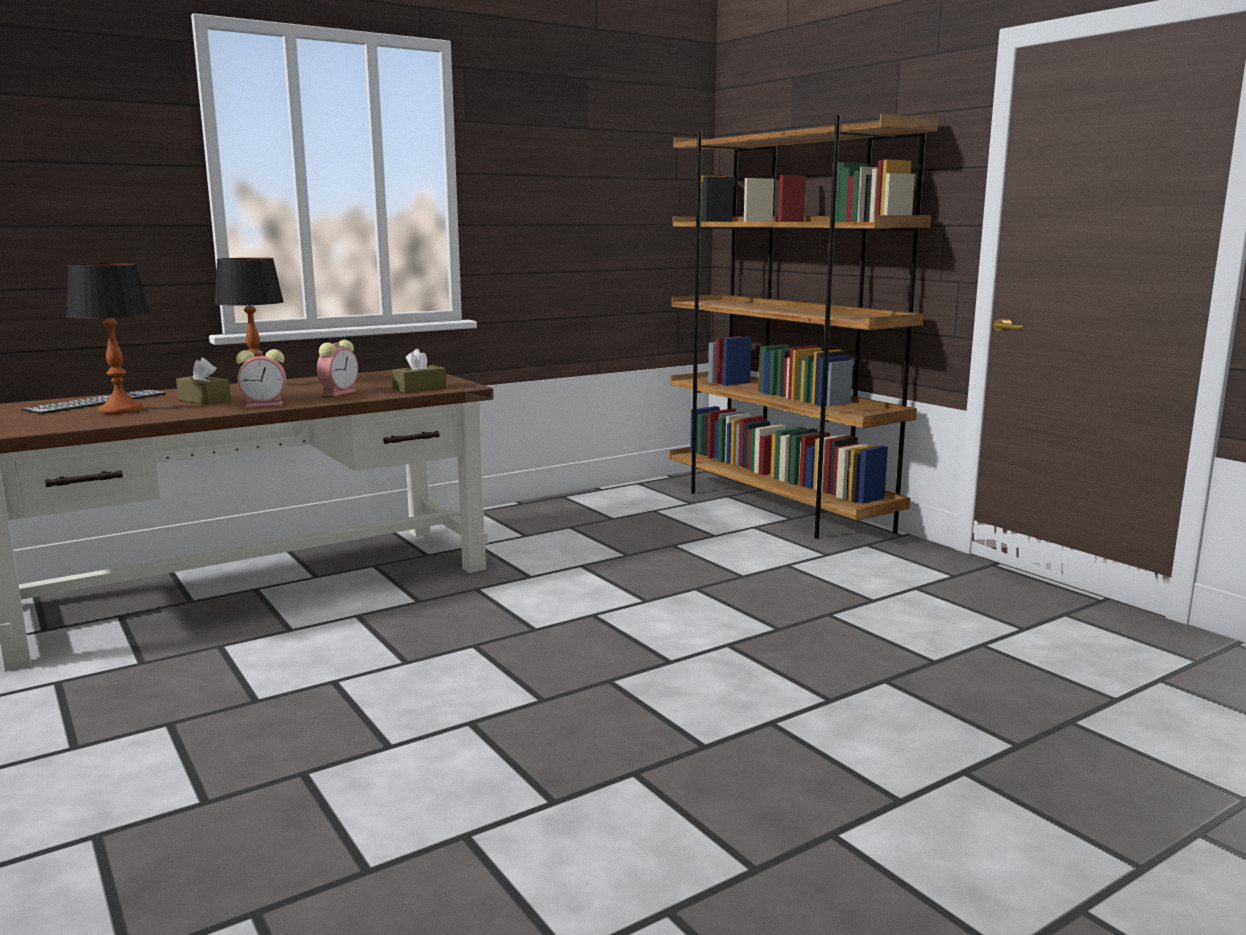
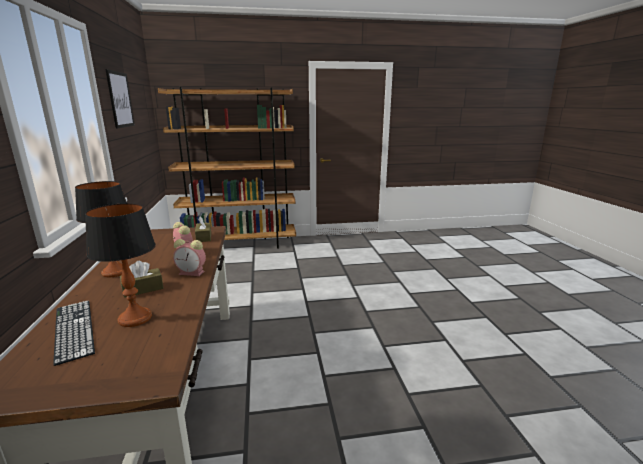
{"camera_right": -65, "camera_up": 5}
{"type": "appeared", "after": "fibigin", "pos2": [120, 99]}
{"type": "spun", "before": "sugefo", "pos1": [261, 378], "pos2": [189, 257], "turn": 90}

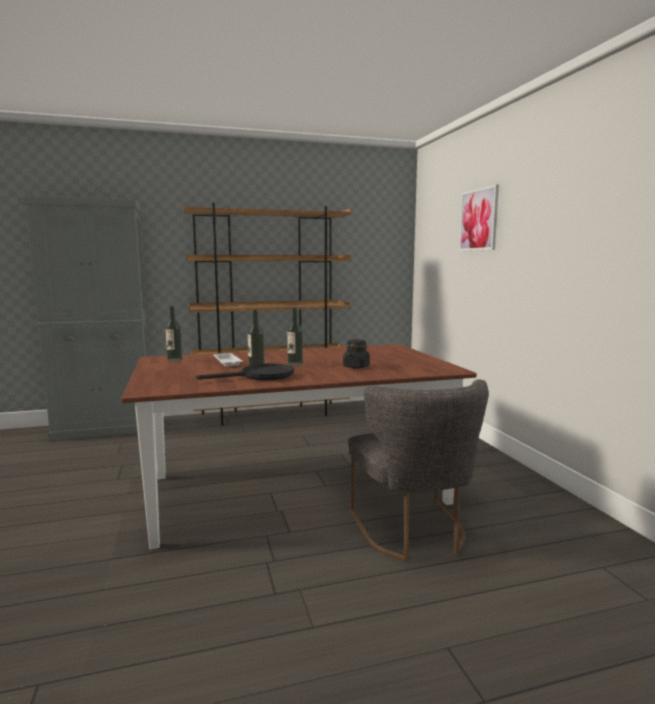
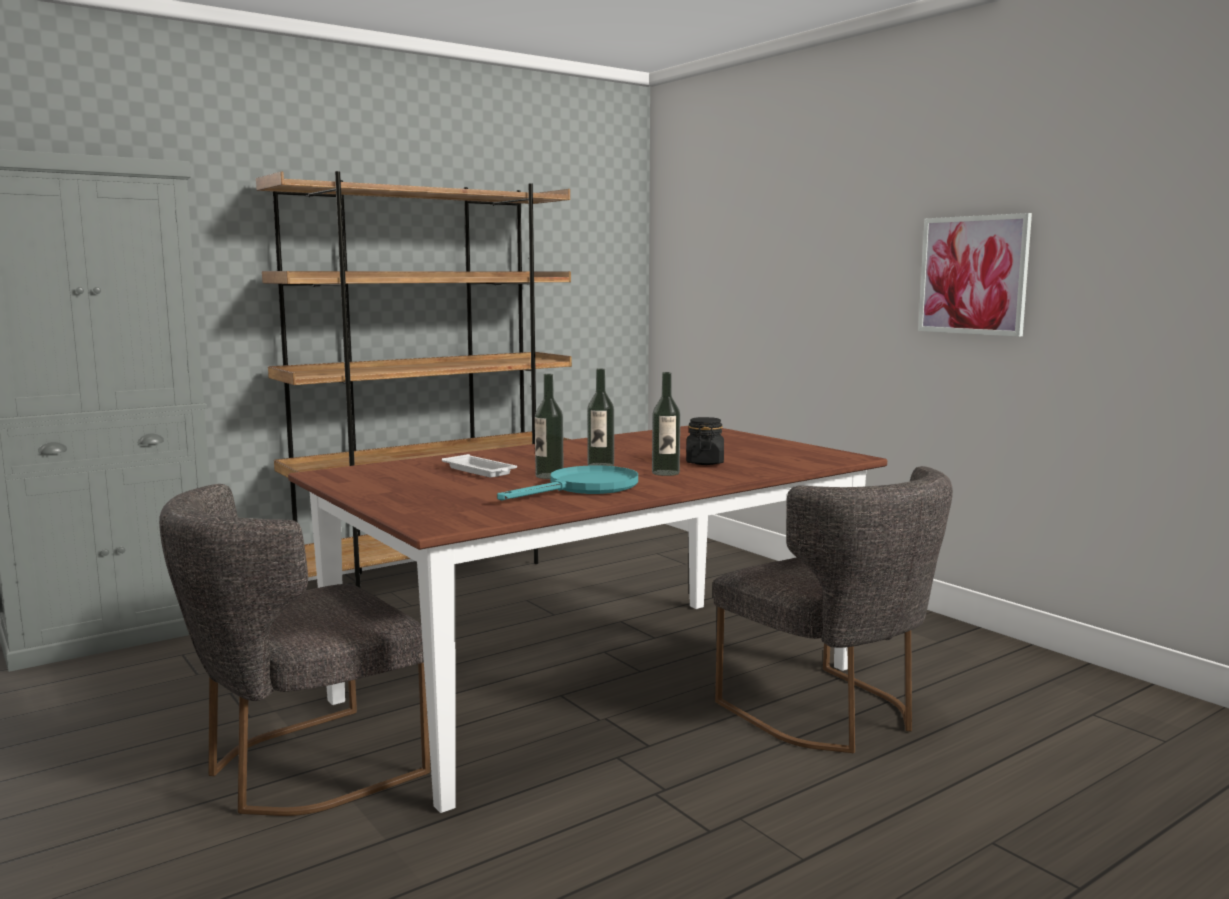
{"camera_right": -20, "camera_up": 0}
{"type": "appeared", "after": "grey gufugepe", "pos2": [294, 650]}
{"type": "colour", "before": "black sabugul", "after": "turquoise sabugul", "pos1": [245, 371], "pos2": [567, 483]}
{"type": "relocated", "before": "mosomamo", "pos1": [174, 334], "pos2": [666, 424]}
{"type": "relocated", "before": "fibigin", "pos1": [479, 217], "pos2": [975, 275]}

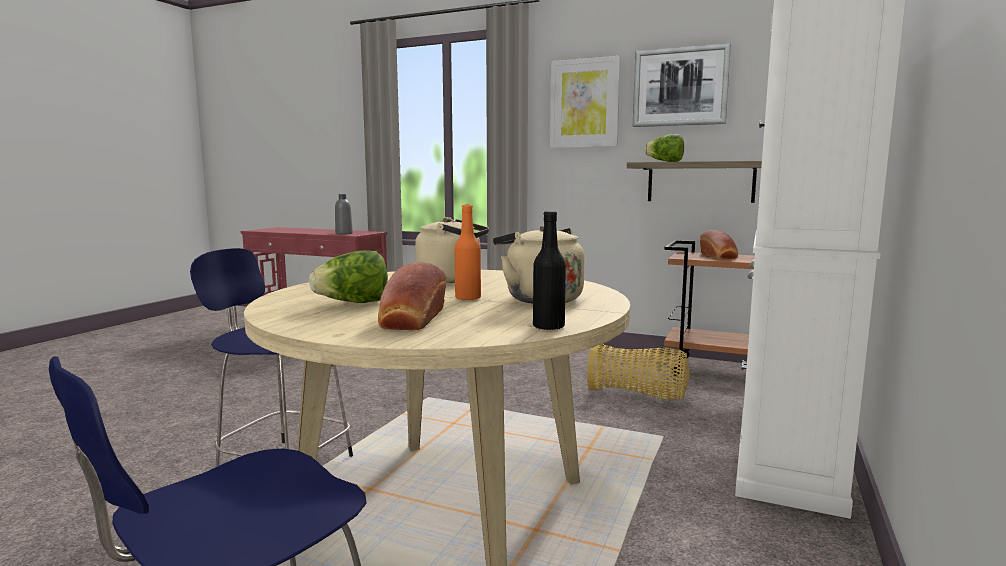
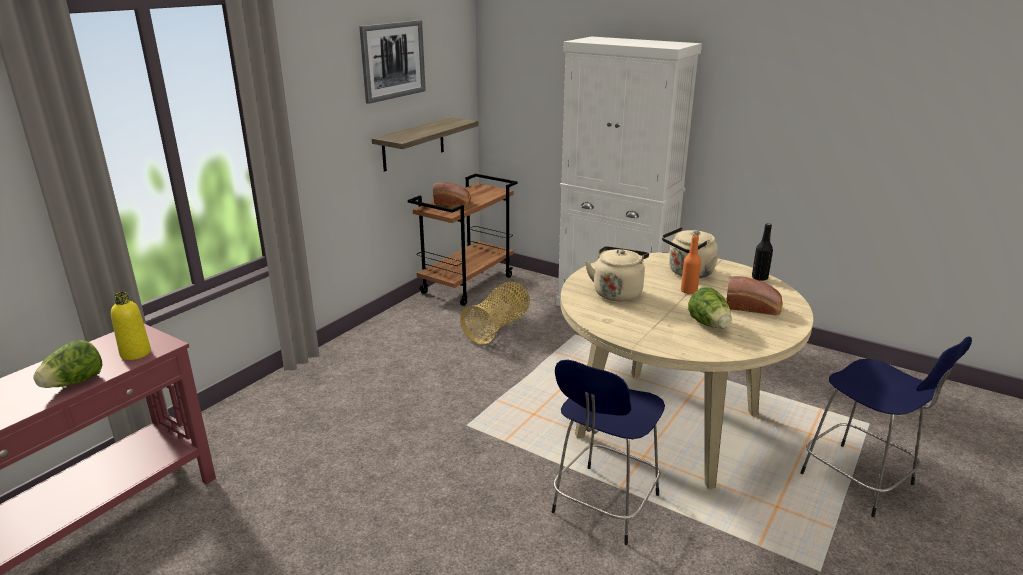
{"camera_right": -80, "camera_up": 15}
{"type": "relocated", "before": "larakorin", "pos1": [664, 148], "pos2": [68, 364]}
{"type": "colour", "before": "grey mosomamo", "after": "yellow mosomamo", "pos1": [344, 214], "pos2": [131, 326]}
{"type": "missing", "before": "fibigin", "pos1": [585, 102]}

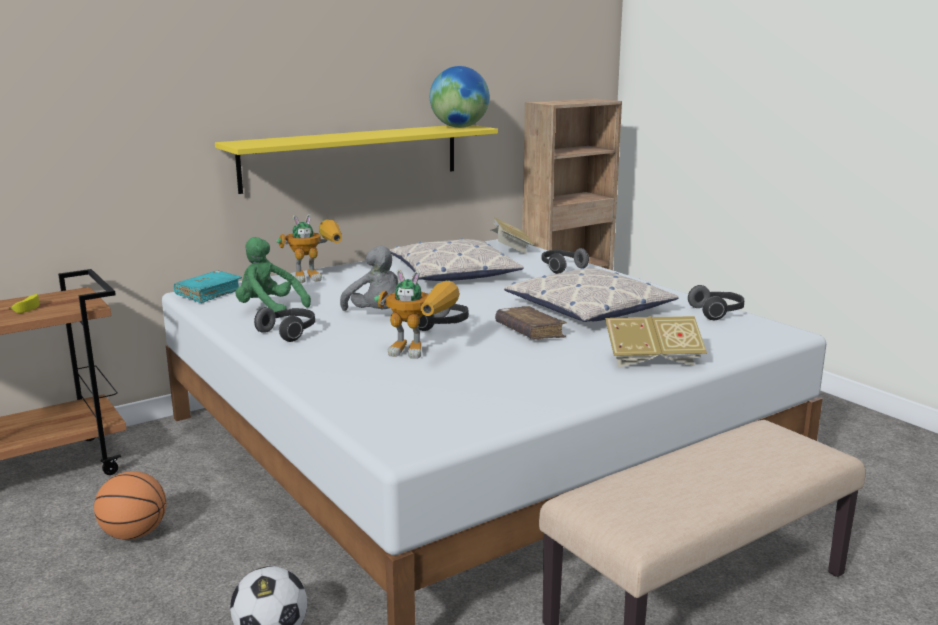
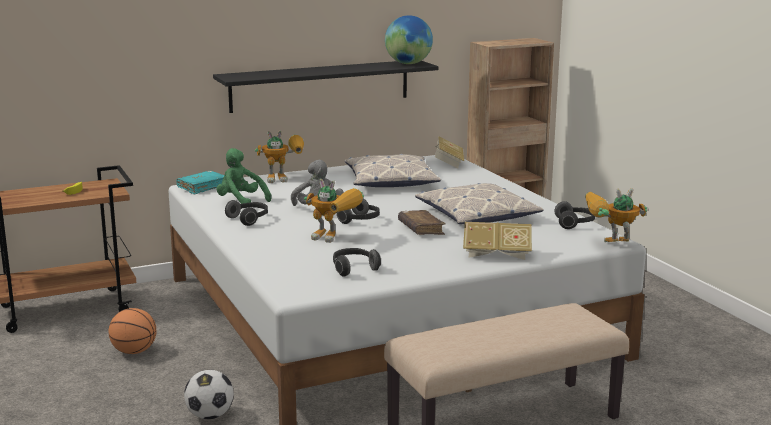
{"camera_right": 10, "camera_up": 0}
{"type": "colour", "before": "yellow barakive", "after": "black barakive", "pos1": [356, 159], "pos2": [326, 87]}
{"type": "relocated", "before": "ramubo", "pos1": [565, 261], "pos2": [357, 262]}
{"type": "appeared", "after": "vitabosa", "pos2": [616, 215]}

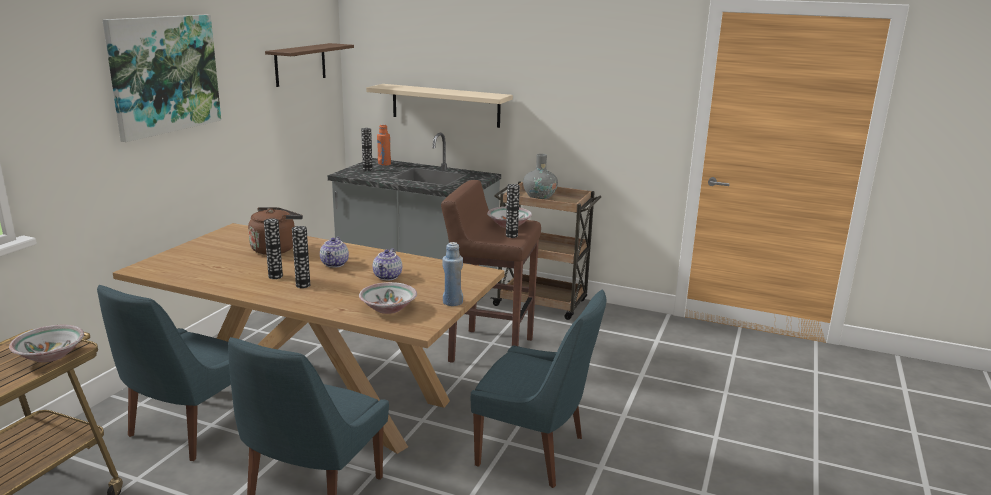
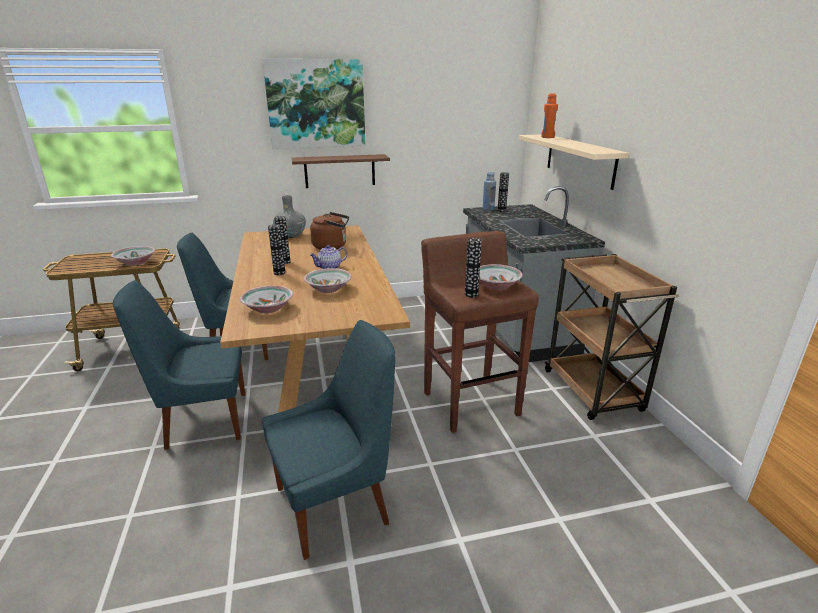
{"camera_right": 55, "camera_up": 5}
{"type": "spun", "before": "blue gufugepe", "pos1": [538, 389], "pos2": [328, 440], "turn": -105}
{"type": "relocated", "before": "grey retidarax", "pos1": [540, 177], "pos2": [289, 216]}
{"type": "relocated", "before": "brown barakive", "pos1": [309, 65], "pos2": [341, 171]}
{"type": "exchanged", "before": "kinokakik", "after": "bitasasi", "pos1": [387, 264], "pos2": [328, 280]}
{"type": "relocated", "before": "blue mosomamo", "pos1": [452, 274], "pos2": [489, 190]}
{"type": "relocated", "before": "orange mosomamo", "pos1": [384, 145], "pos2": [549, 115]}

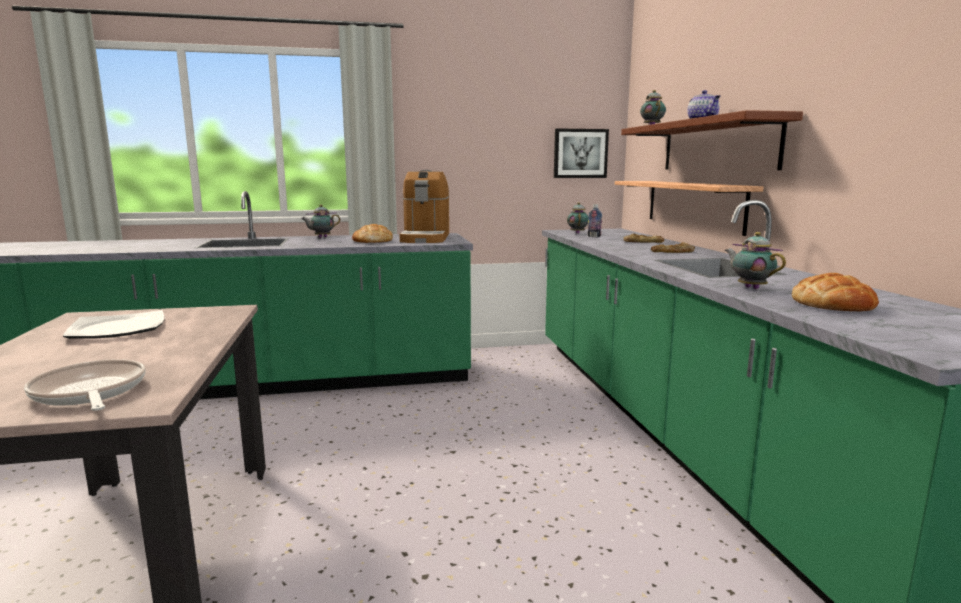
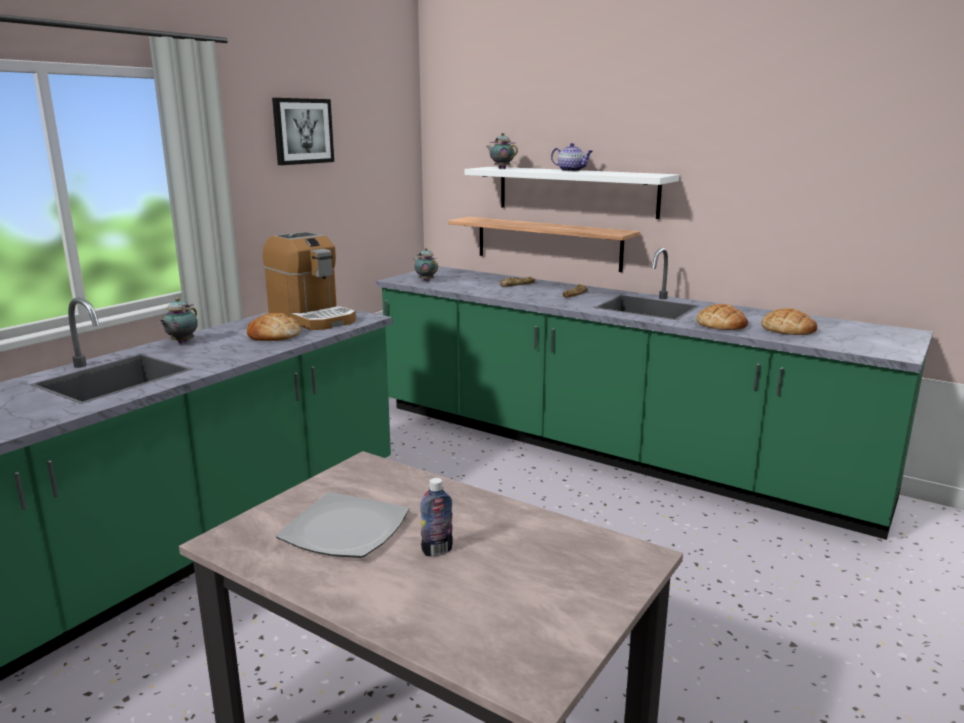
{"camera_right": -45, "camera_up": 5}
{"type": "relocated", "before": "fibigin", "pos1": [581, 153], "pos2": [303, 131]}
{"type": "relocated", "before": "mosomamo", "pos1": [594, 220], "pos2": [436, 517]}
{"type": "colour", "before": "brown barakive", "after": "white barakive", "pos1": [712, 140], "pos2": [572, 193]}
{"type": "exchanged", "before": "kinokakik", "after": "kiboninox", "pos1": [755, 260], "pos2": [722, 317]}
{"type": "missing", "before": "sabugul", "pos1": [84, 385]}

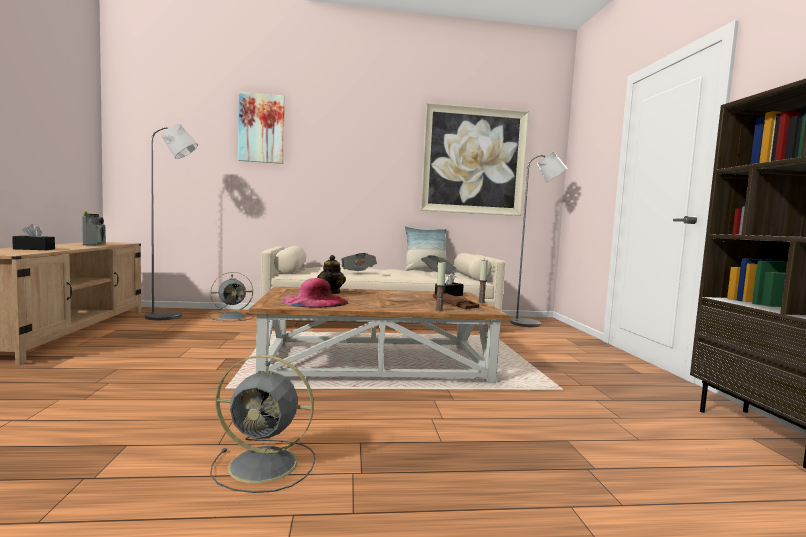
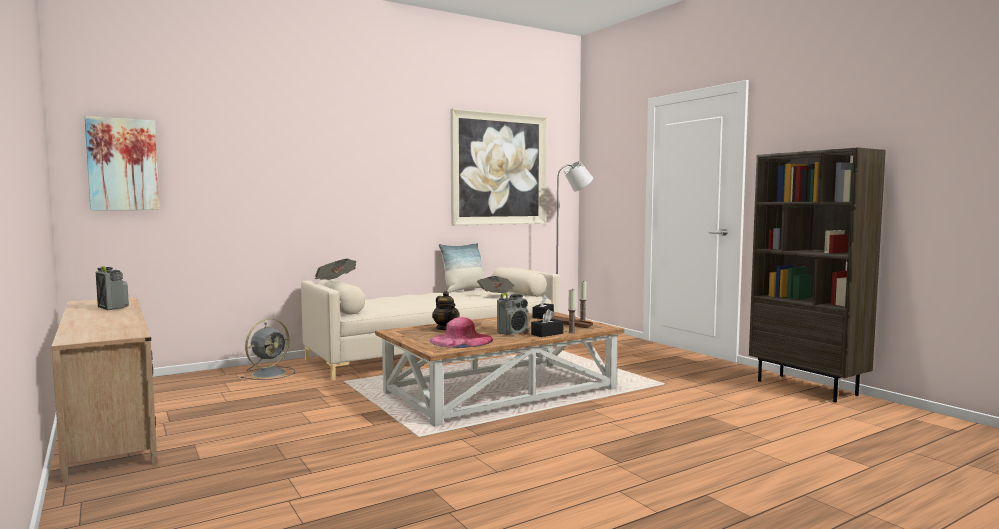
{"camera_right": -25, "camera_up": 0}
{"type": "relocated", "before": "fibigin", "pos1": [261, 128], "pos2": [122, 163]}
{"type": "relocated", "before": "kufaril", "pos1": [359, 262], "pos2": [335, 269]}
{"type": "appeared", "after": "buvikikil", "pos2": [513, 314]}
{"type": "relocated", "before": "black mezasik", "pos1": [33, 237], "pos2": [547, 323]}
{"type": "missing", "before": "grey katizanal", "pos1": [171, 222]}
{"type": "missing", "before": "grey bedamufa", "pos1": [262, 424]}

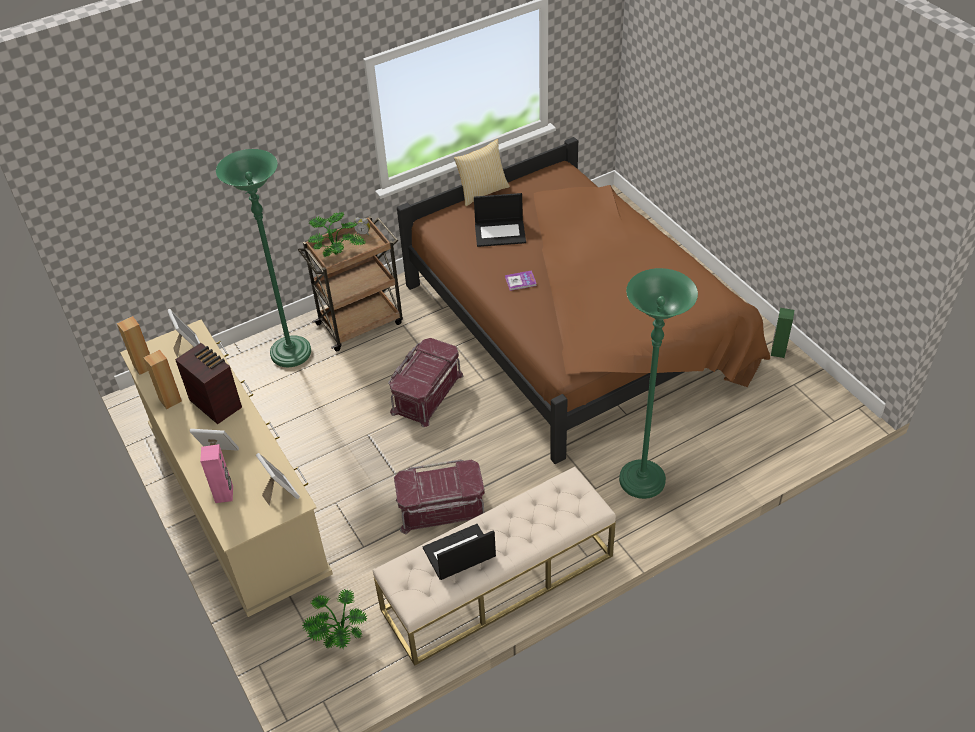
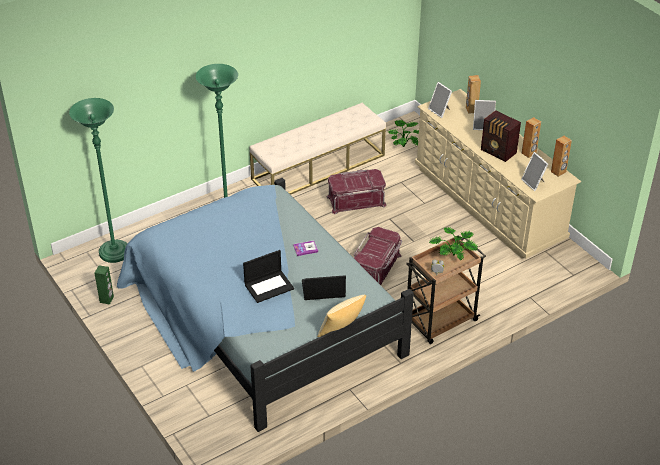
{"camera_right": 175, "camera_up": -5}
{"type": "relocated", "before": "green katizanal", "pos1": [263, 258], "pos2": [98, 180]}
{"type": "colour", "before": "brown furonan", "after": "blue furonan", "pos1": [583, 300], "pos2": [265, 305]}
{"type": "relocated", "before": "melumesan", "pos1": [459, 552], "pos2": [268, 276]}
{"type": "colour", "before": "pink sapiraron", "after": "brown sapiraron", "pos1": [216, 473], "pos2": [473, 94]}

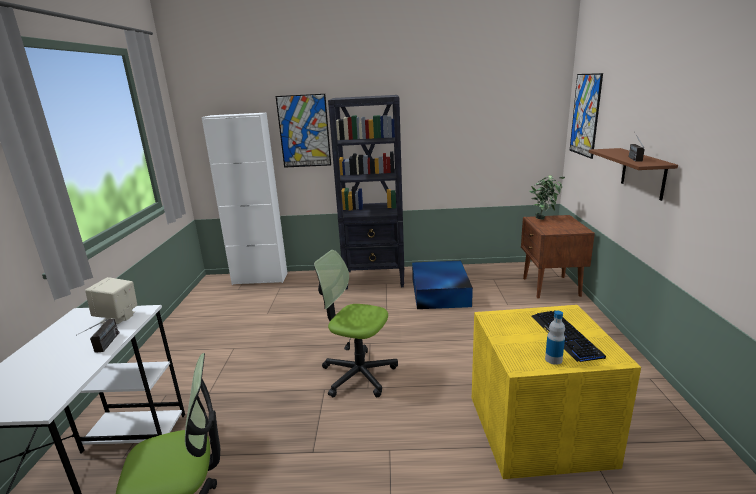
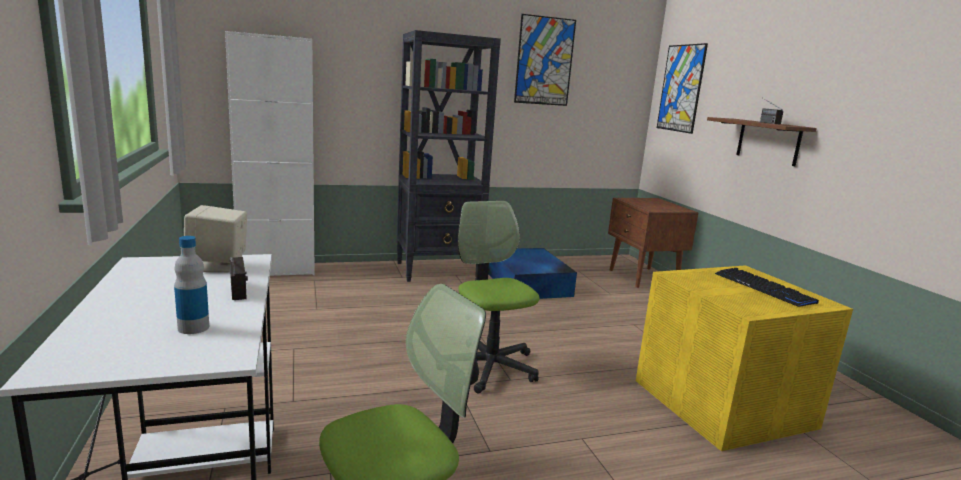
{"camera_right": -20, "camera_up": -5}
{"type": "relocated", "before": "mosomamo", "pos1": [555, 338], "pos2": [191, 285]}
{"type": "spun", "before": "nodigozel", "pos1": [356, 324], "pos2": [499, 297], "turn": 60}
{"type": "relocated", "before": "fibigin", "pos1": [303, 131], "pos2": [545, 60]}
{"type": "missing", "before": "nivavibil", "pos1": [547, 197]}

